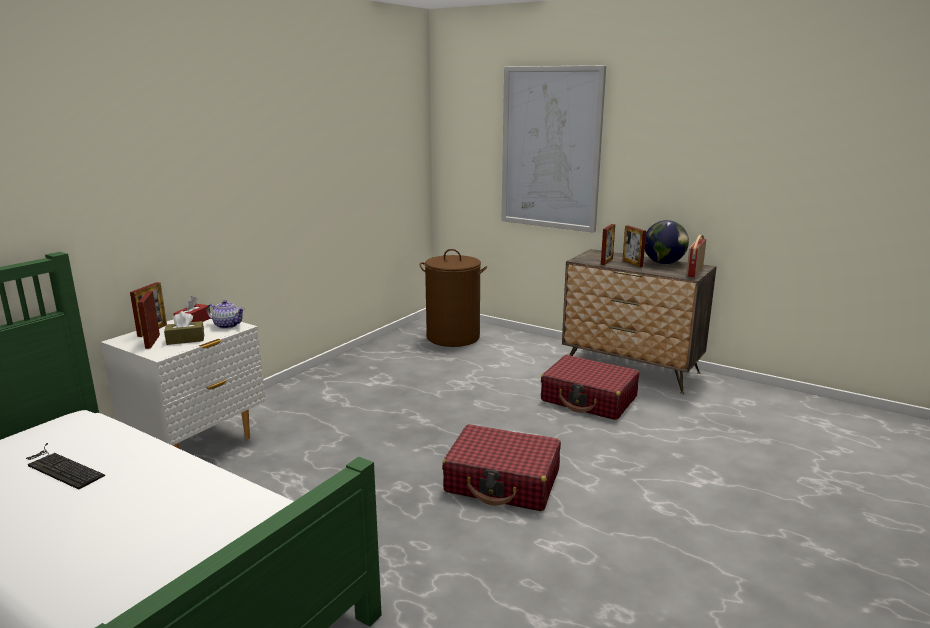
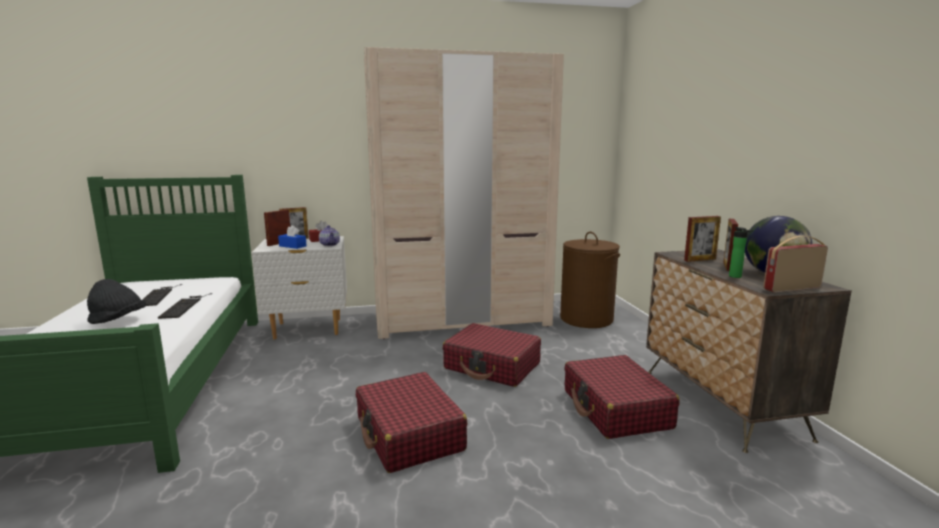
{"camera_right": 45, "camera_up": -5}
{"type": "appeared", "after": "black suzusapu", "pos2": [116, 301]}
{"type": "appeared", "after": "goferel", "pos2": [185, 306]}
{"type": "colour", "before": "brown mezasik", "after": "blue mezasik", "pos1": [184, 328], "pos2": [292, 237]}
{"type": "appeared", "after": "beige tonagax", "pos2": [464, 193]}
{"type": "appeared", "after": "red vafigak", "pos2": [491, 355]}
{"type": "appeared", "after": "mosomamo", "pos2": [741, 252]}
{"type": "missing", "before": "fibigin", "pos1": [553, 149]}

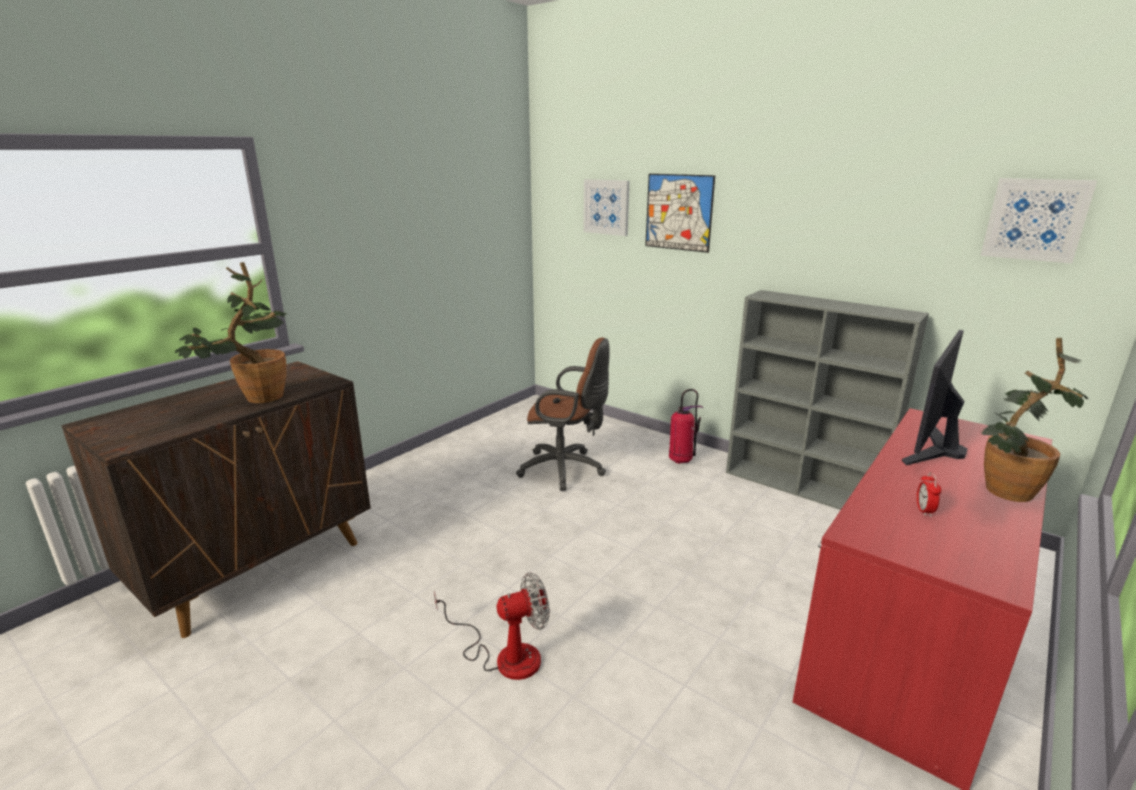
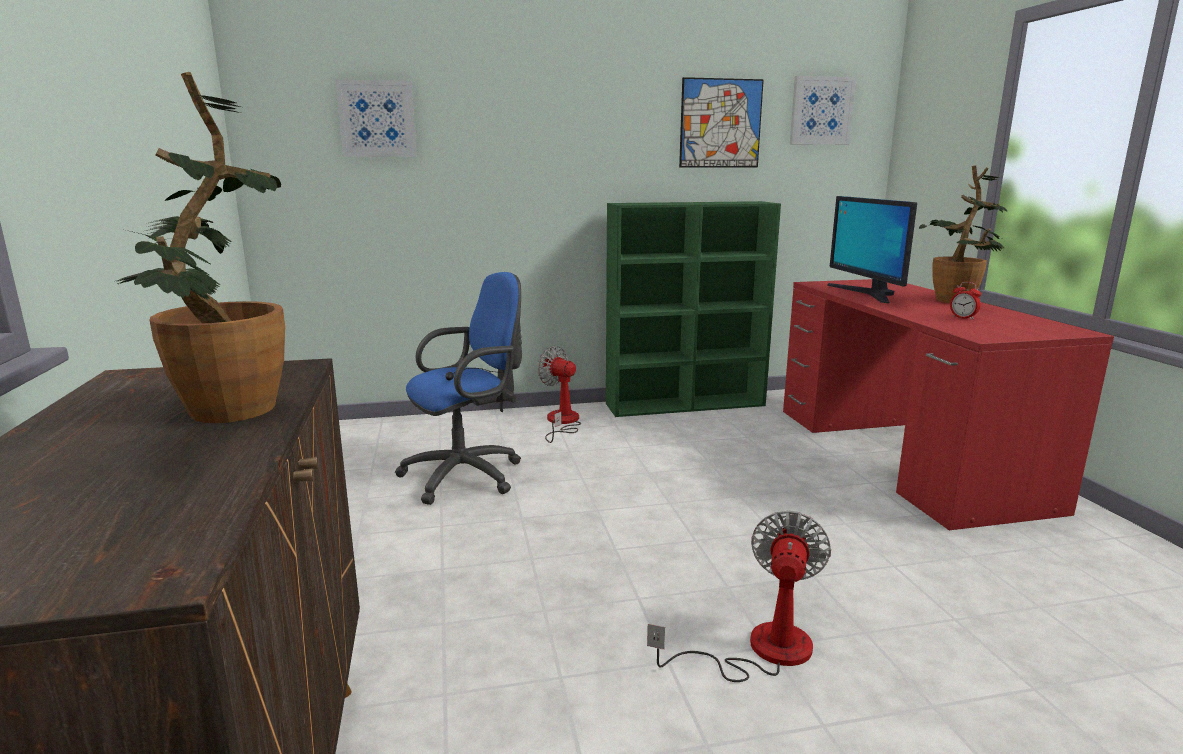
{"camera_right": -50, "camera_up": -5}
{"type": "colour", "before": "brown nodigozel", "after": "blue nodigozel", "pos1": [563, 414], "pos2": [458, 388]}
{"type": "exchanged", "before": "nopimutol", "after": "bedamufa", "pos1": [686, 426], "pos2": [559, 394]}
{"type": "colour", "before": "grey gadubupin", "after": "green gadubupin", "pos1": [827, 400], "pos2": [693, 309]}
{"type": "relocated", "before": "fibigin", "pos1": [680, 213], "pos2": [721, 122]}

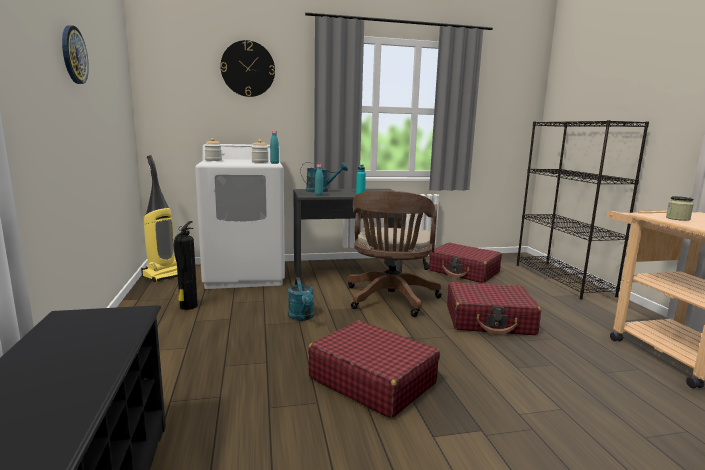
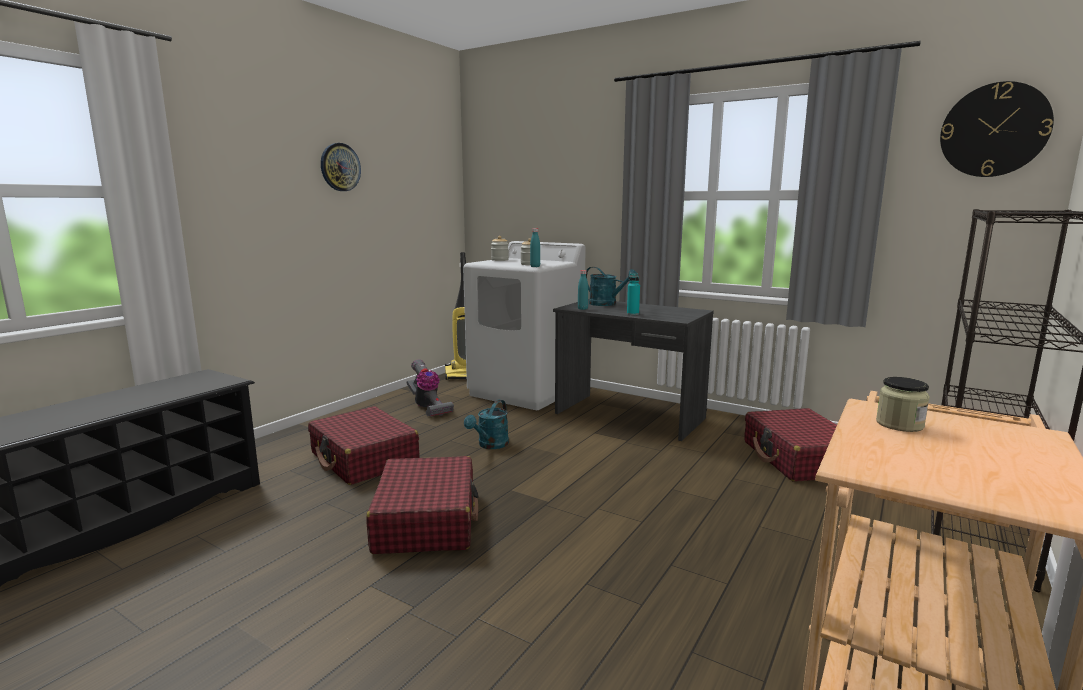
{"camera_right": 45, "camera_up": 0}
{"type": "relocated", "before": "red vafigak", "pos1": [494, 308], "pos2": [364, 445]}
{"type": "exchanged", "before": "nopimutol", "after": "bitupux", "pos1": [186, 265], "pos2": [430, 388]}
{"type": "relocated", "before": "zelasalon", "pos1": [247, 68], "pos2": [997, 129]}
{"type": "missing", "before": "brown nodigozel", "pos1": [394, 253]}

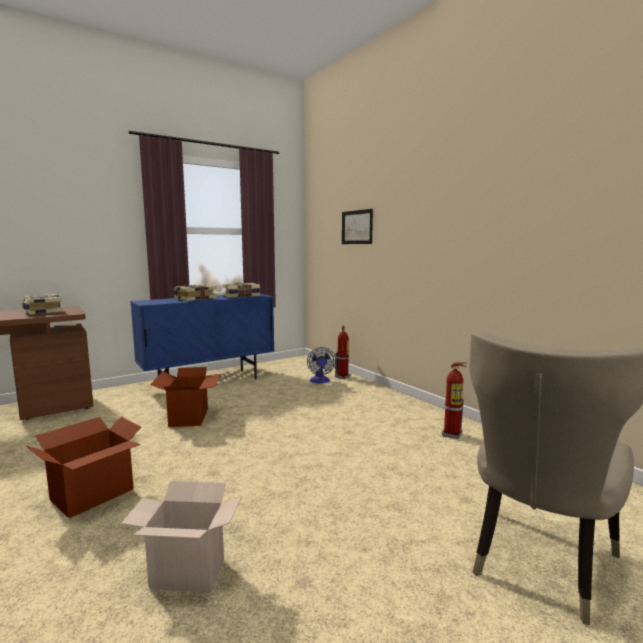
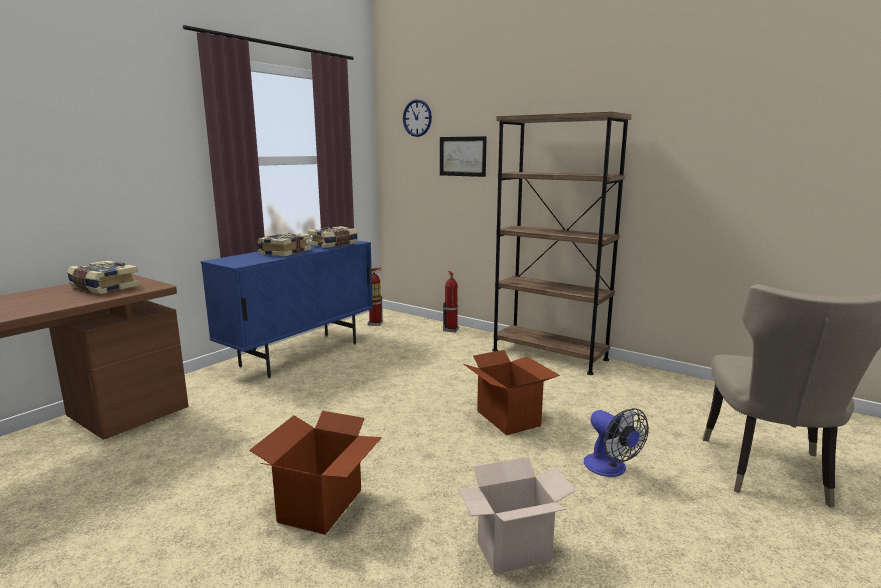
{"camera_right": -20, "camera_up": 5}
{"type": "relocated", "before": "nopimutol", "pos1": [454, 400], "pos2": [375, 297]}
{"type": "appeared", "after": "zelasalon", "pos2": [417, 118]}
{"type": "relocated", "before": "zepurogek", "pos1": [185, 397], "pos2": [511, 392]}
{"type": "appeared", "after": "brown gadubupin", "pos2": [562, 243]}
{"type": "relocated", "before": "bedamufa", "pos1": [321, 365], "pos2": [616, 442]}

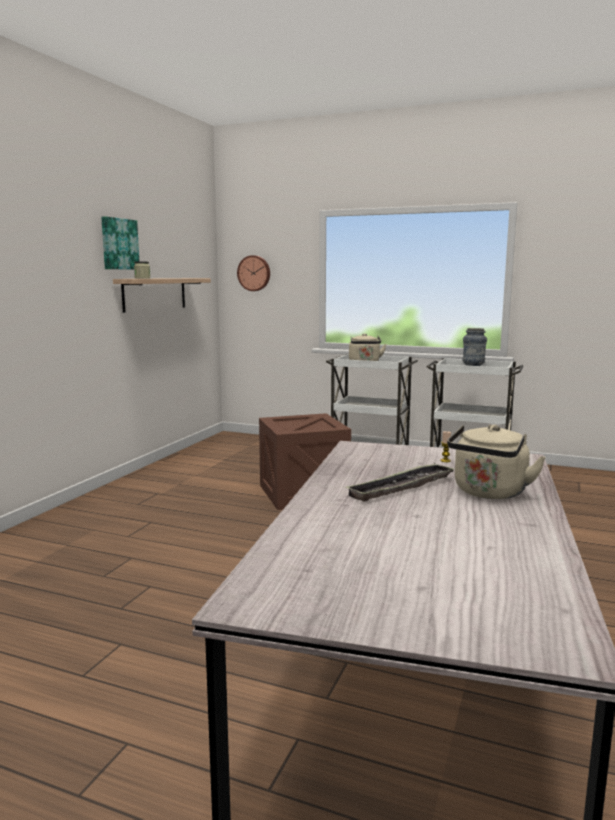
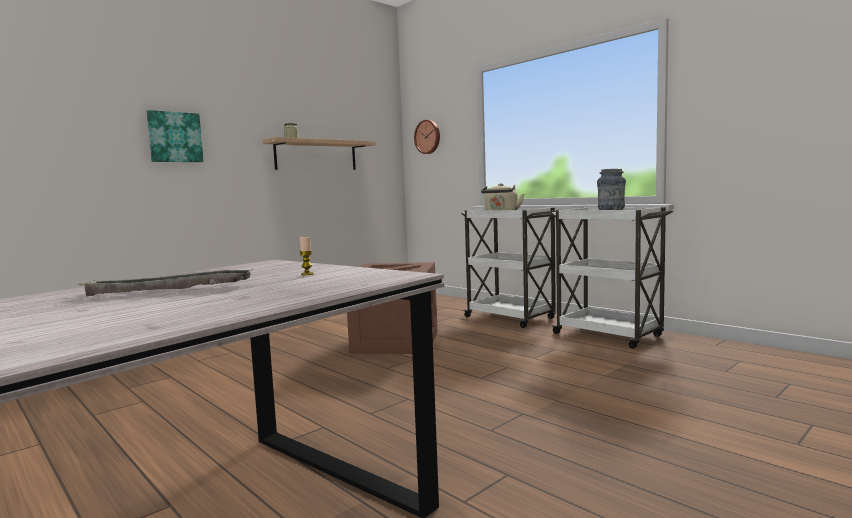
{"camera_right": 25, "camera_up": -5}
{"type": "relocated", "before": "fibigin", "pos1": [120, 243], "pos2": [175, 136]}
{"type": "missing", "before": "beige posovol", "pos1": [496, 461]}

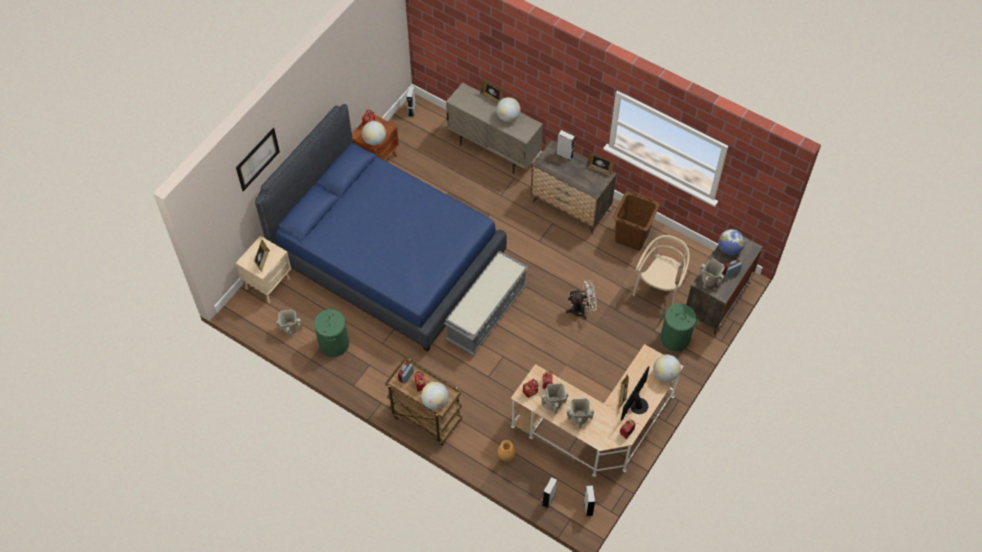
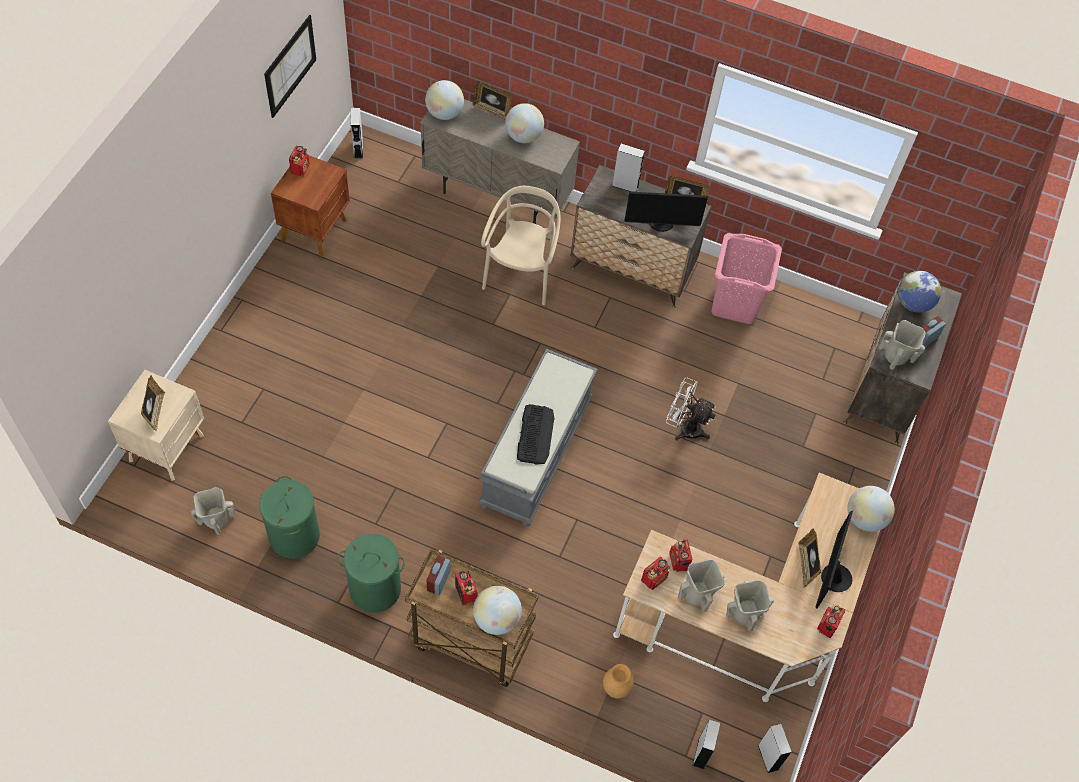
{"camera_right": -15, "camera_up": 0}
{"type": "relocated", "before": "fibigin", "pos1": [258, 159], "pos2": [290, 66]}
{"type": "relocated", "before": "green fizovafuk", "pos1": [679, 327], "pos2": [371, 573]}
{"type": "relocated", "before": "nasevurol", "pos1": [374, 133], "pos2": [444, 100]}
{"type": "relocated", "before": "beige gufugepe", "pos1": [661, 270], "pos2": [521, 245]}
{"type": "appeared", "after": "goferel", "pos2": [536, 434]}
{"type": "appeared", "after": "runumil", "pos2": [666, 211]}
{"type": "spun", "before": "white bedamufa", "pos1": [581, 299], "pos2": [691, 409], "turn": -135}
{"type": "colour", "before": "brown fizovafuk", "after": "pink fizovafuk", "pos1": [636, 221], "pos2": [746, 278]}
{"type": "missing", "before": "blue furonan", "pos1": [381, 228]}

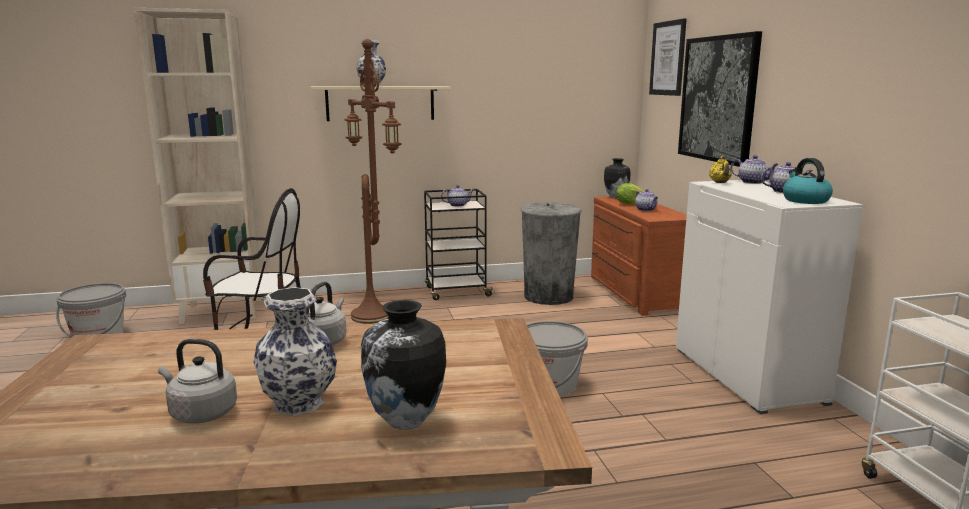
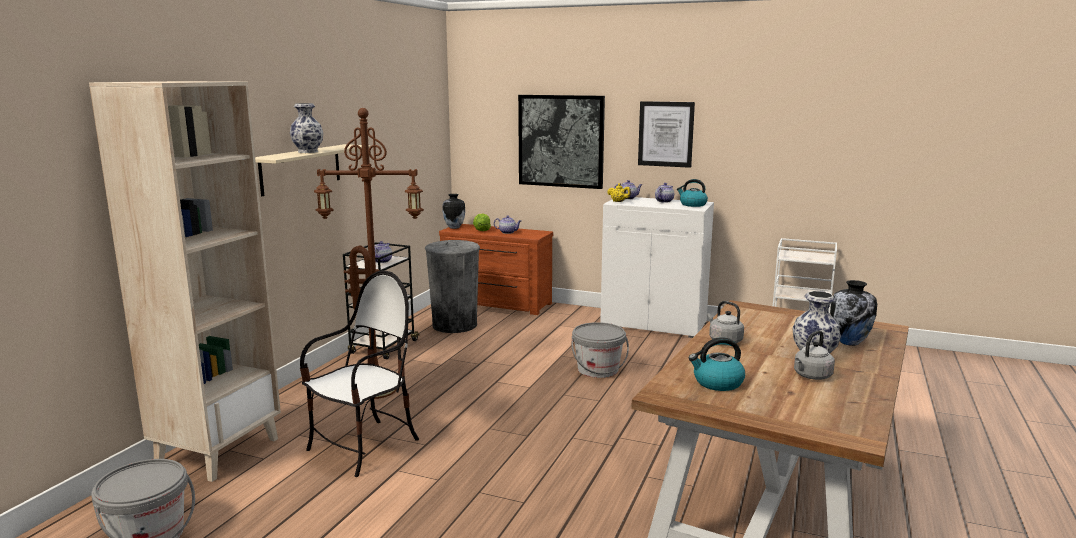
{"camera_right": -55, "camera_up": 0}
{"type": "relocated", "before": "fibigin", "pos1": [668, 57], "pos2": [666, 134]}
{"type": "appeared", "after": "posovol", "pos2": [717, 364]}

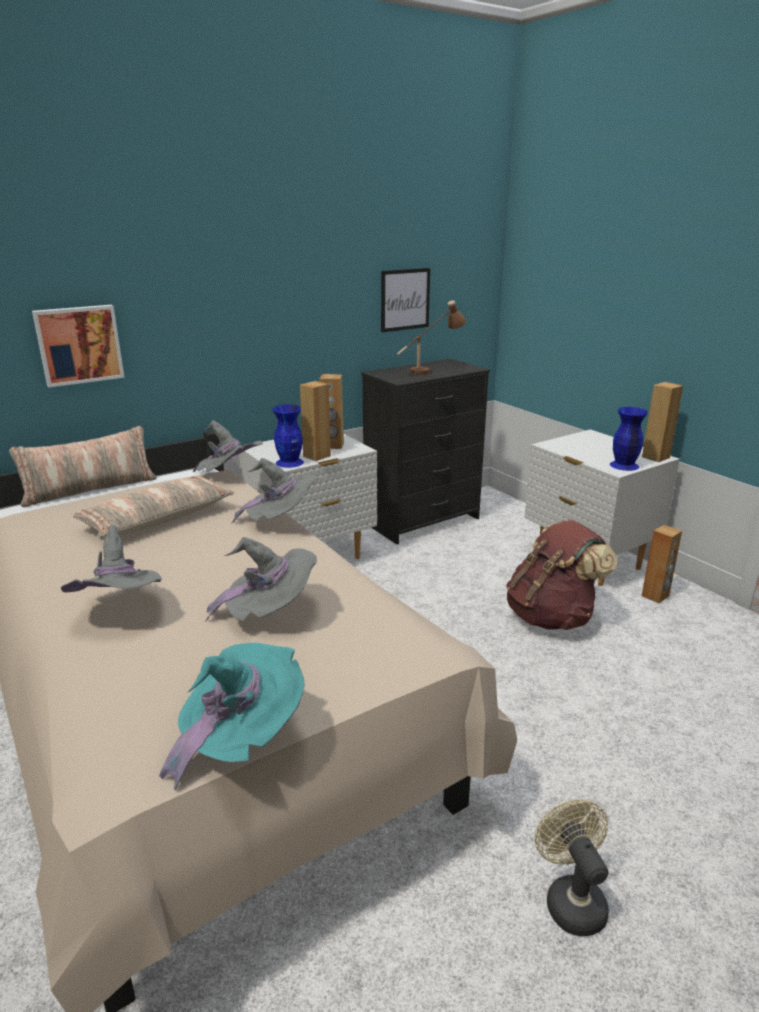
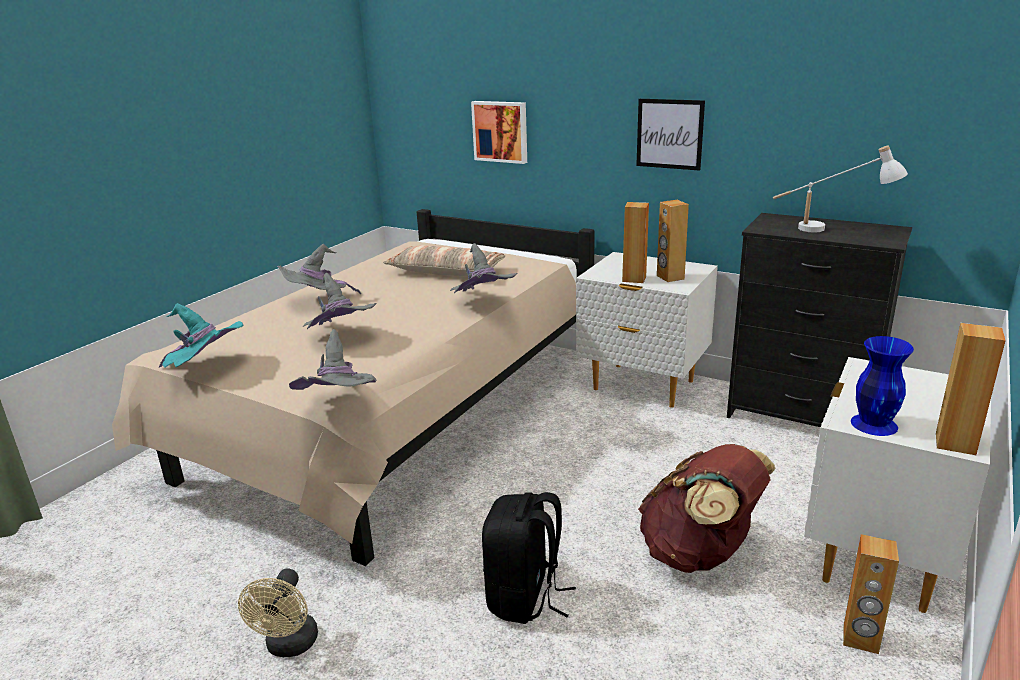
{"camera_right": 65, "camera_up": 0}
{"type": "spun", "before": "beige bedamufa", "pos1": [572, 867], "pos2": [278, 613], "turn": 135}
{"type": "relocated", "before": "grey suzusapu", "pos1": [228, 446], "pos2": [333, 359]}
{"type": "appeared", "after": "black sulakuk", "pos2": [529, 558]}
{"type": "relocated", "before": "fibigin", "pos1": [405, 300], "pos2": [670, 135]}
{"type": "colour", "before": "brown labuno", "after": "white labuno", "pos1": [431, 337], "pos2": [840, 188]}
{"type": "missing", "before": "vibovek", "pos1": [83, 466]}
{"type": "missing", "before": "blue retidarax", "pos1": [288, 436]}

